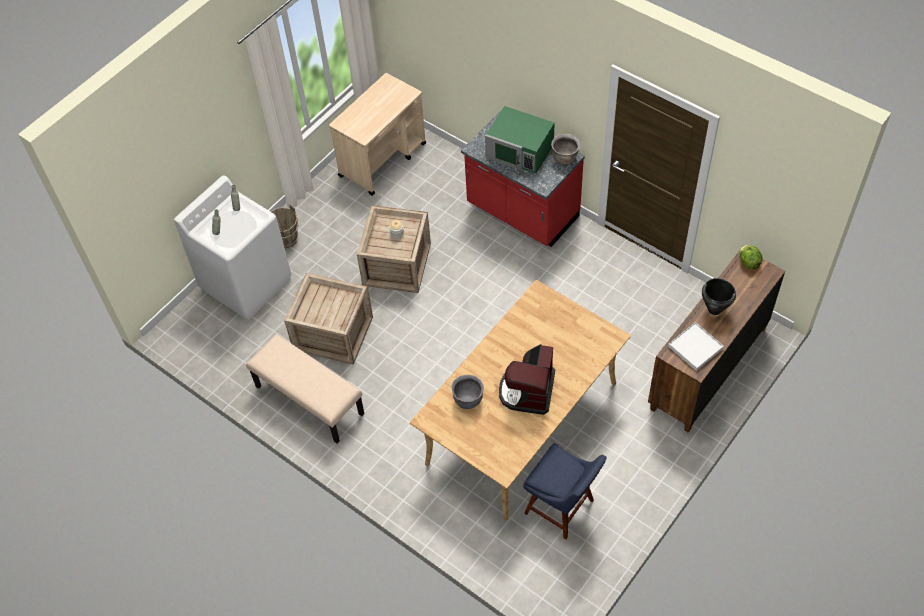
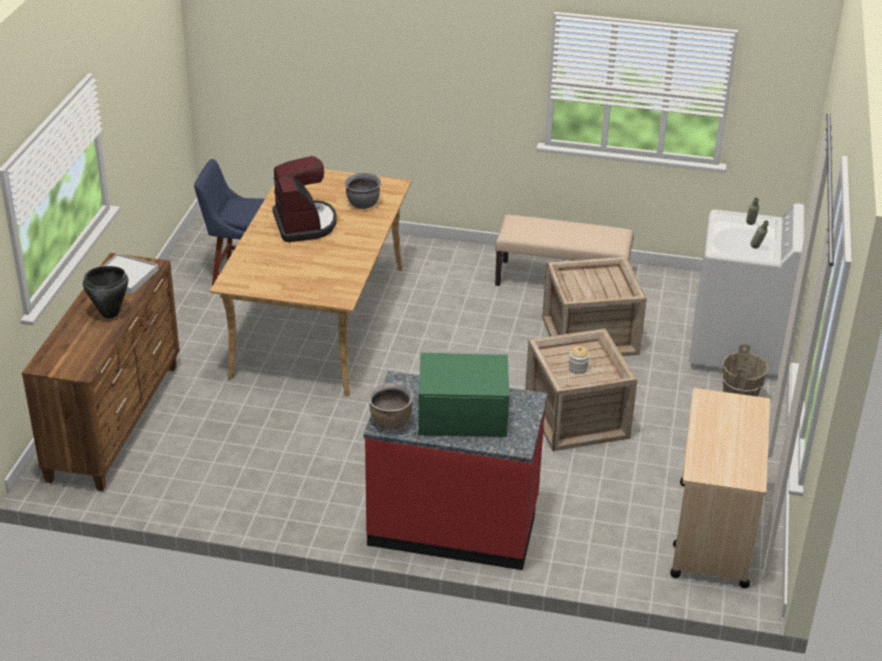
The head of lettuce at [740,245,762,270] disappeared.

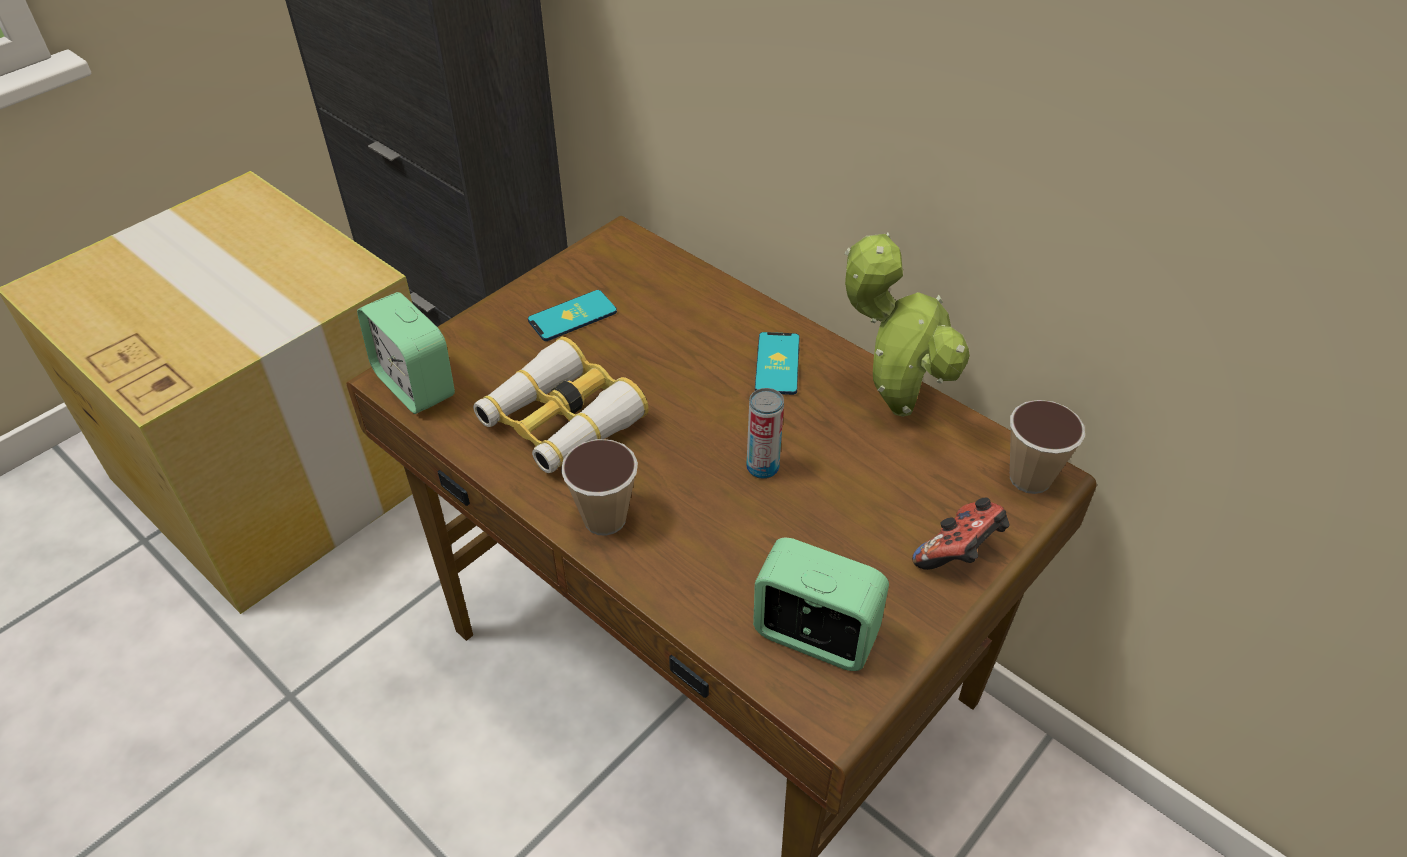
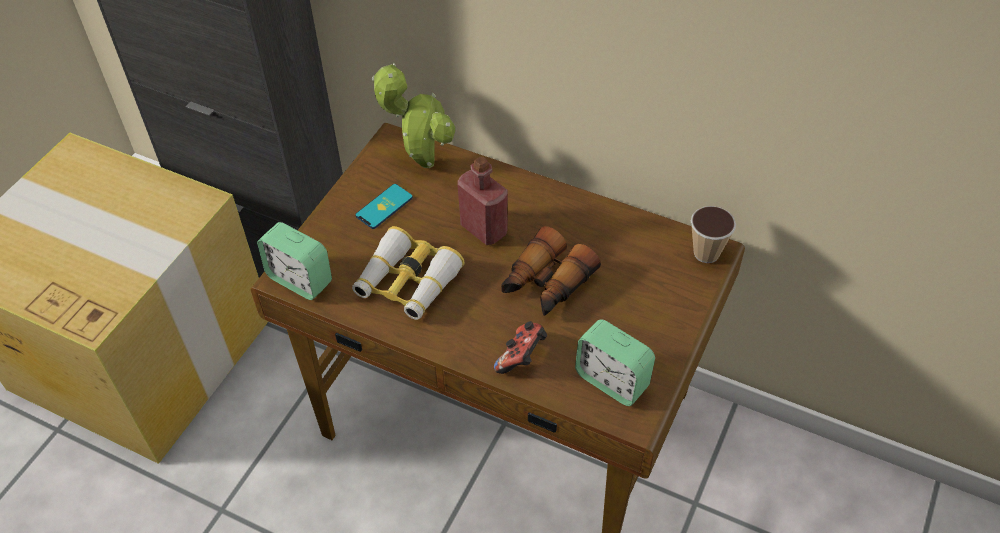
The small cup at [561,439,638,536] disappeared.
The handset at [755,332,800,395] disappeared.
The drink bottle/red at [457,157,508,245] appeared.
The plant in a pot moved from [844,233,970,417] to [371,63,455,168].
The joypad moved from [912,498,1009,570] to [494,321,547,374].
The metal can at [746,388,784,479] was replaced by the pair of binoculars at [501,226,601,316].
The bedside clock at [753,538,889,671] turned 150 degrees counterclockwise.

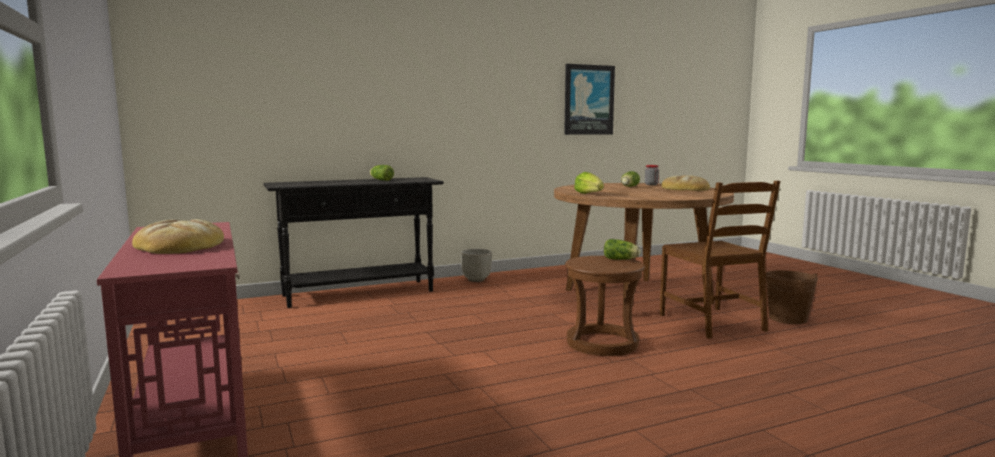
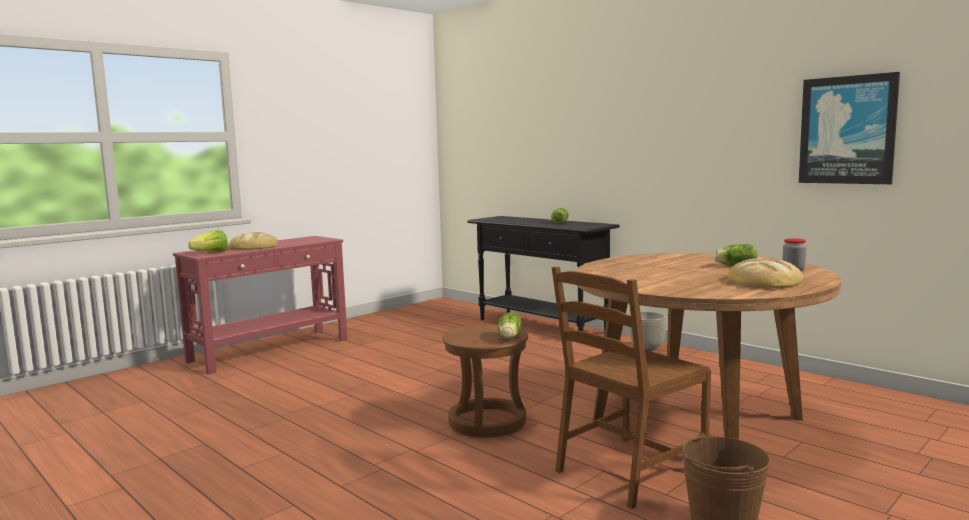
The head of lettuce moved from [574,172,604,194] to [188,230,228,252].

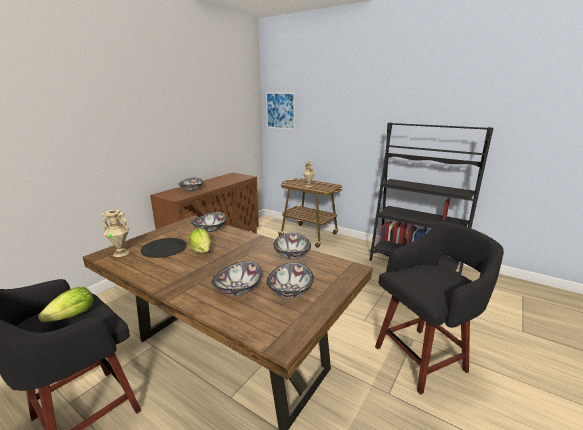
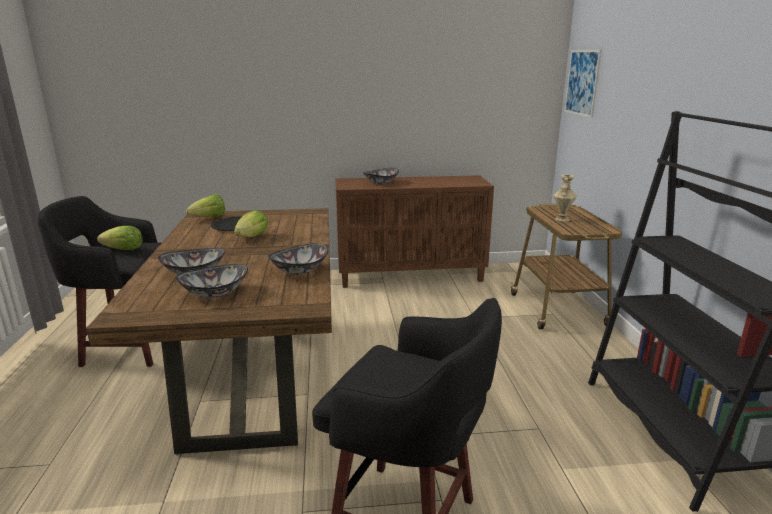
The bowl at [191,212,227,232] disappeared.
The decorative vase/sand-coloured at [101,209,130,257] was replaced by the head of lettuce at [186,194,225,217].

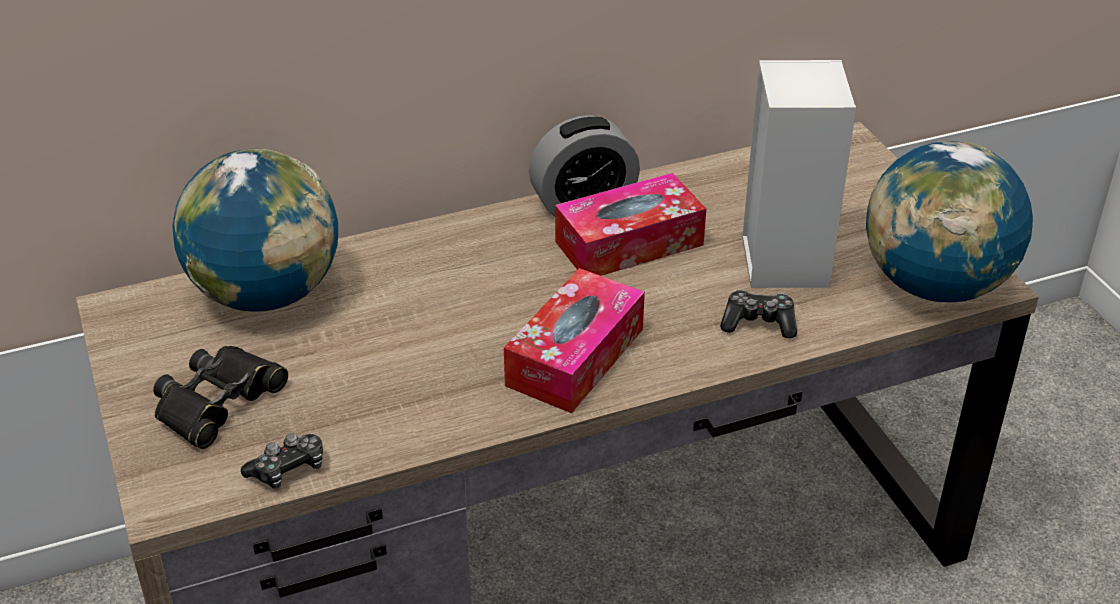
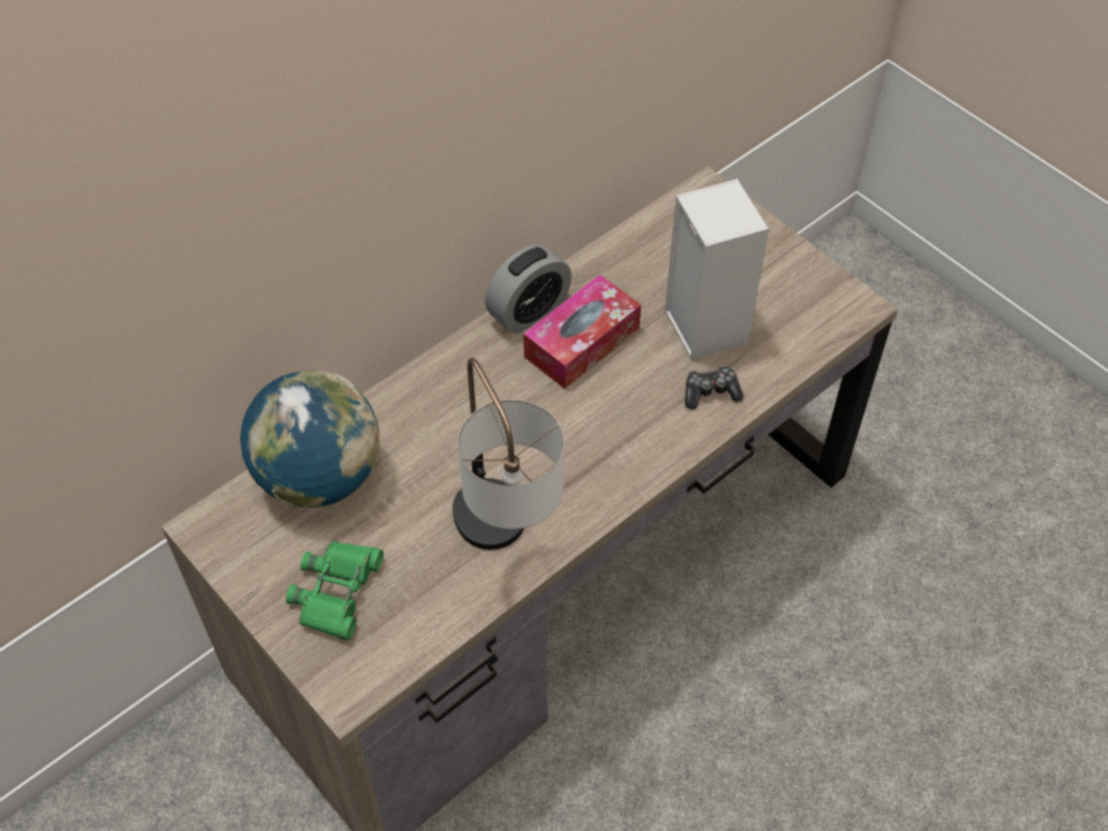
The joypad at [241,433,323,489] disappeared.
The tissue holder at [504,268,645,413] disappeared.
The globe at [866,141,1033,302] disappeared.
The tabletop lamp at [452,358,564,550] appeared.
The pair of binoculars/blackish at [153,346,288,449] became the pair of binoculars/green-coloured at [286,541,383,641].

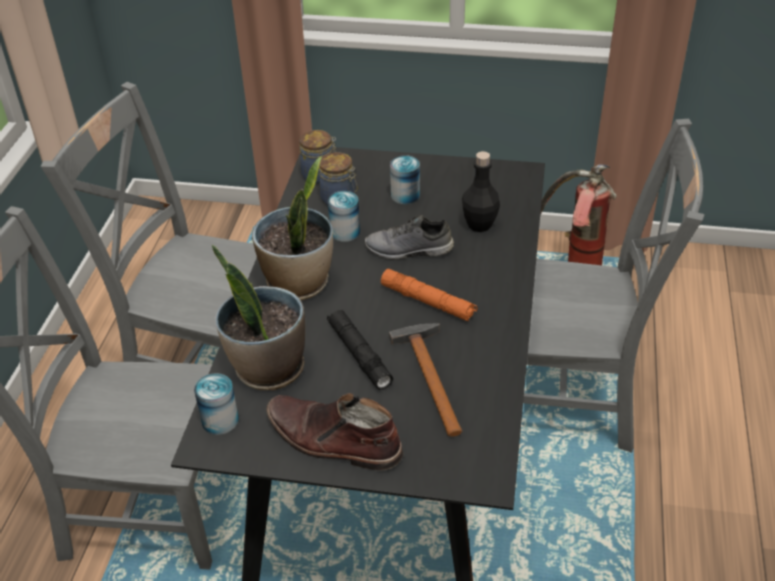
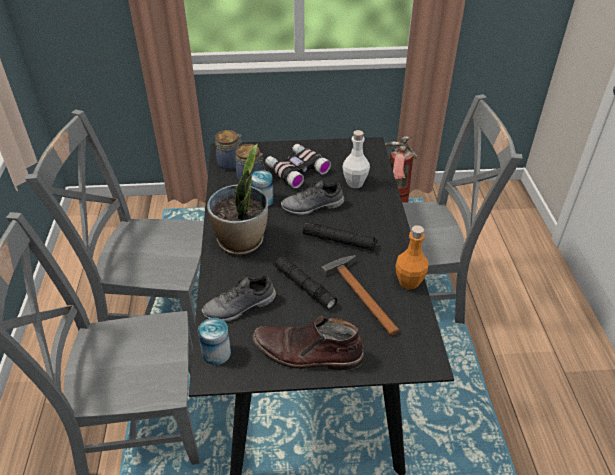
The drink bottle/orange at [395,225,429,290] appeared.
The plant in a pot at [211,245,305,391] was replaced by the shoe/greyish at [201,275,276,322].
The metal can at [390,155,420,205] was replaced by the pair of binoculars at [265,144,331,188].
The hand torch/orange at [381,269,478,321] became the hand torch/blackish at [303,222,378,251].
The drink bottle/blackish at [462,151,500,232] became the drink bottle/white-coloured at [342,130,370,188].

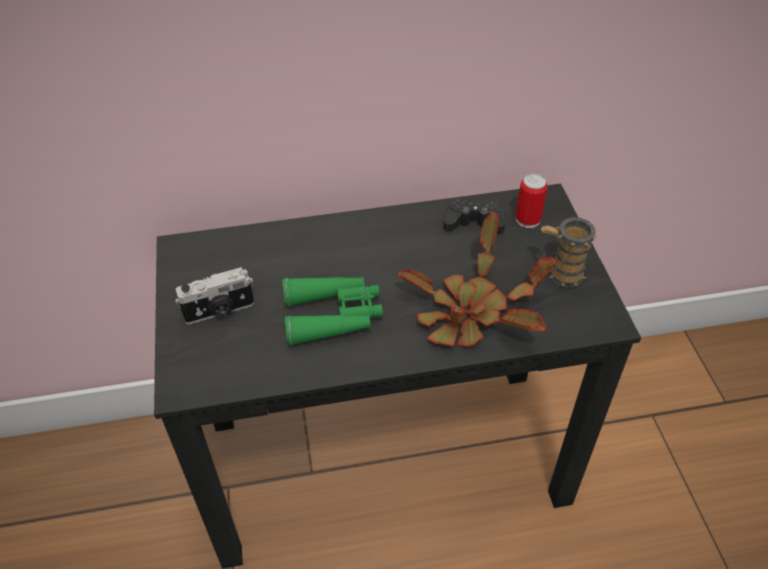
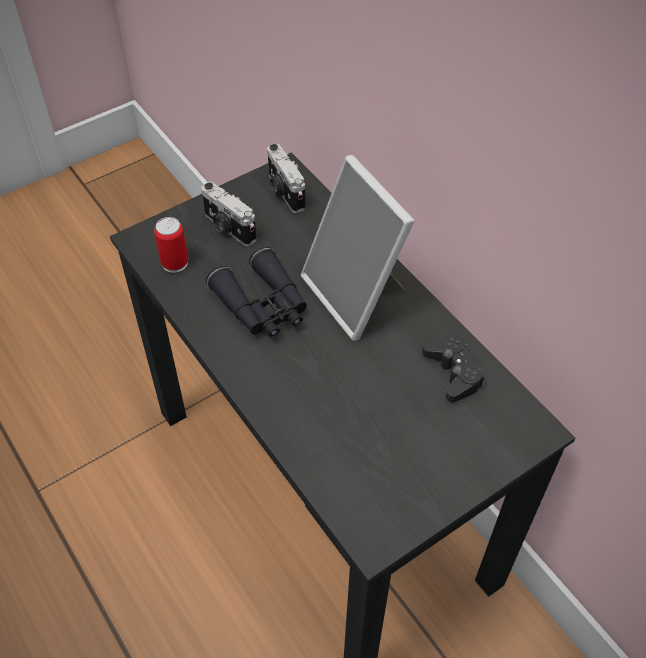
The plant in a pot at [398,212,556,347] disappeared.
The mug at [540,217,597,287] disappeared.
The still camera at [267,144,305,213] appeared.
The standing frame at [301,155,415,341] appeared.
The metal can moved from [516,174,548,228] to [154,217,188,273].
The pair of binoculars/green-coloured at [283,277,383,346] became the pair of binoculars/blackish at [206,246,307,338].

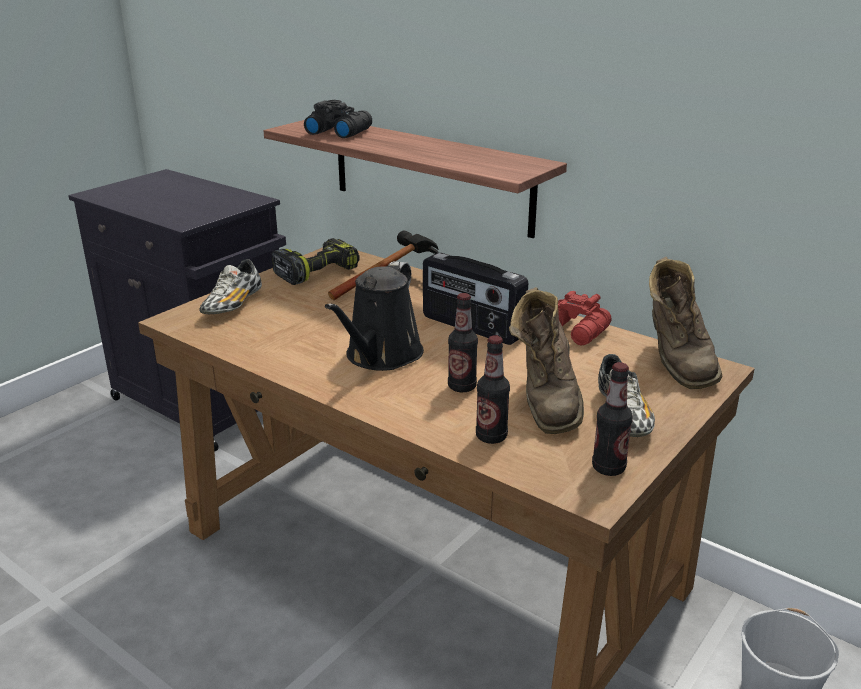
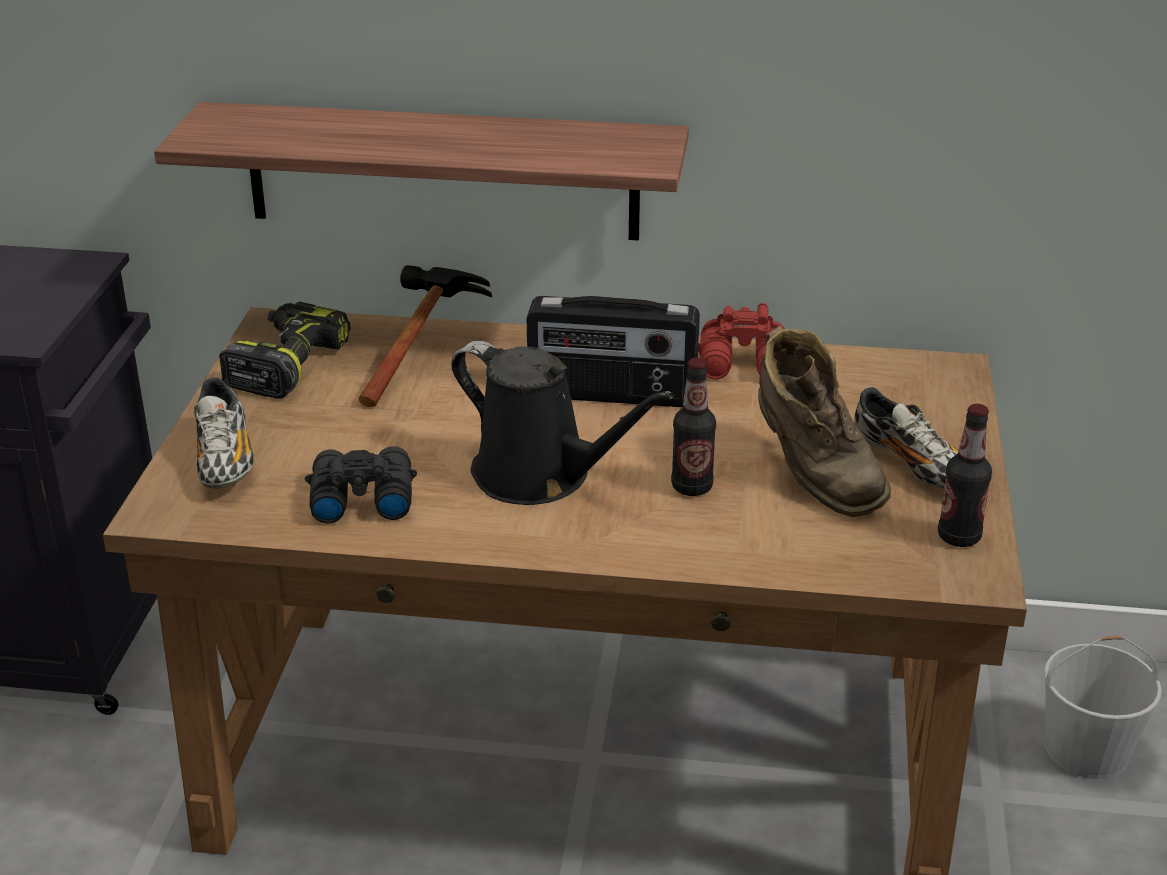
The drink bottle at [476,335,510,444] disappeared.
The tall boot/brown-coloured at [649,257,722,389] disappeared.
The pair of binoculars/blackish moved from [304,100,372,138] to [305,446,417,523].
The sprinkling can/blackish at [325,261,424,371] turned 45 degrees counterclockwise.

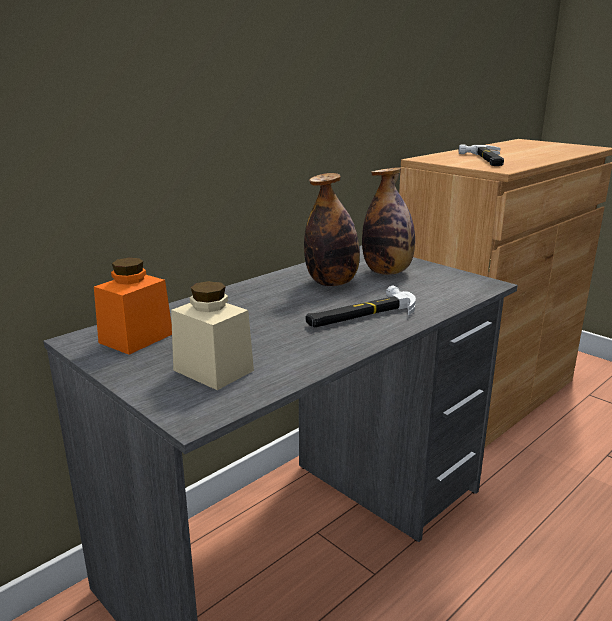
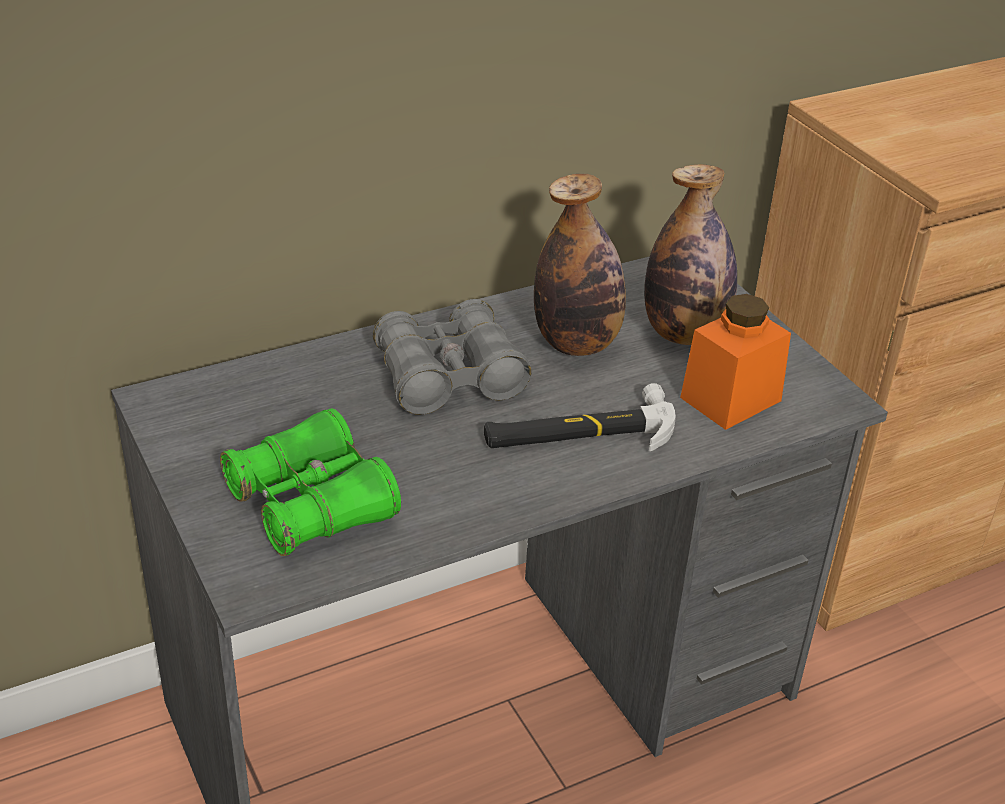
The hammer at [459,144,504,166] disappeared.
The pair of binoculars/greyish at [373,299,531,415] appeared.
The storage jar/orange moved from [94,258,172,355] to [680,294,791,430].
The storage jar/sand-coloured at [171,281,254,390] was replaced by the pair of binoculars/green-coloured at [220,408,401,556].

